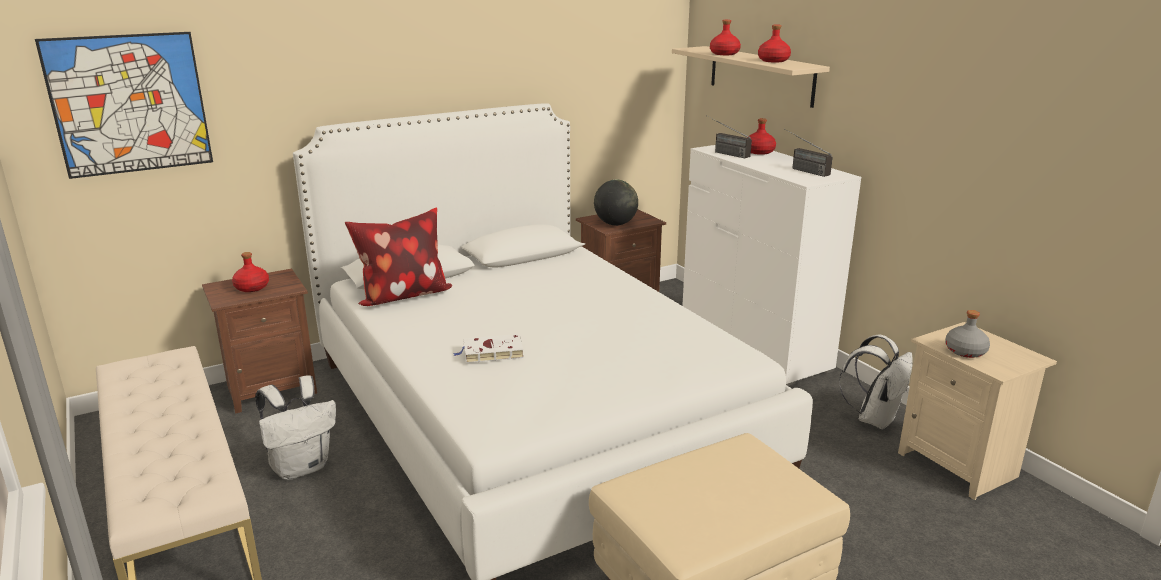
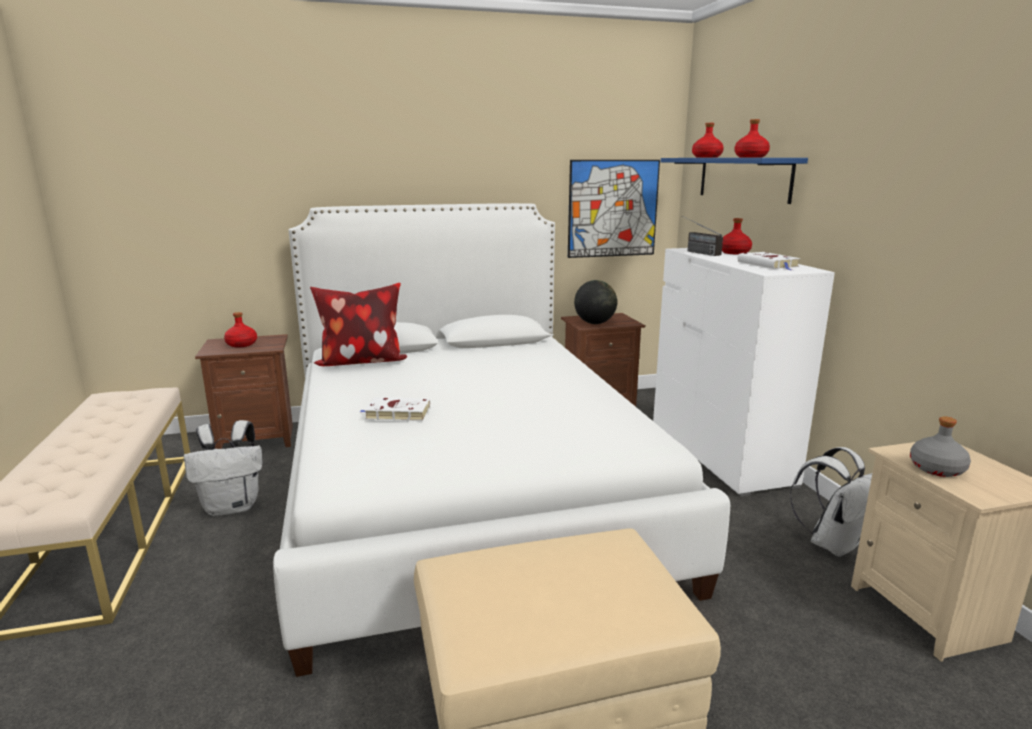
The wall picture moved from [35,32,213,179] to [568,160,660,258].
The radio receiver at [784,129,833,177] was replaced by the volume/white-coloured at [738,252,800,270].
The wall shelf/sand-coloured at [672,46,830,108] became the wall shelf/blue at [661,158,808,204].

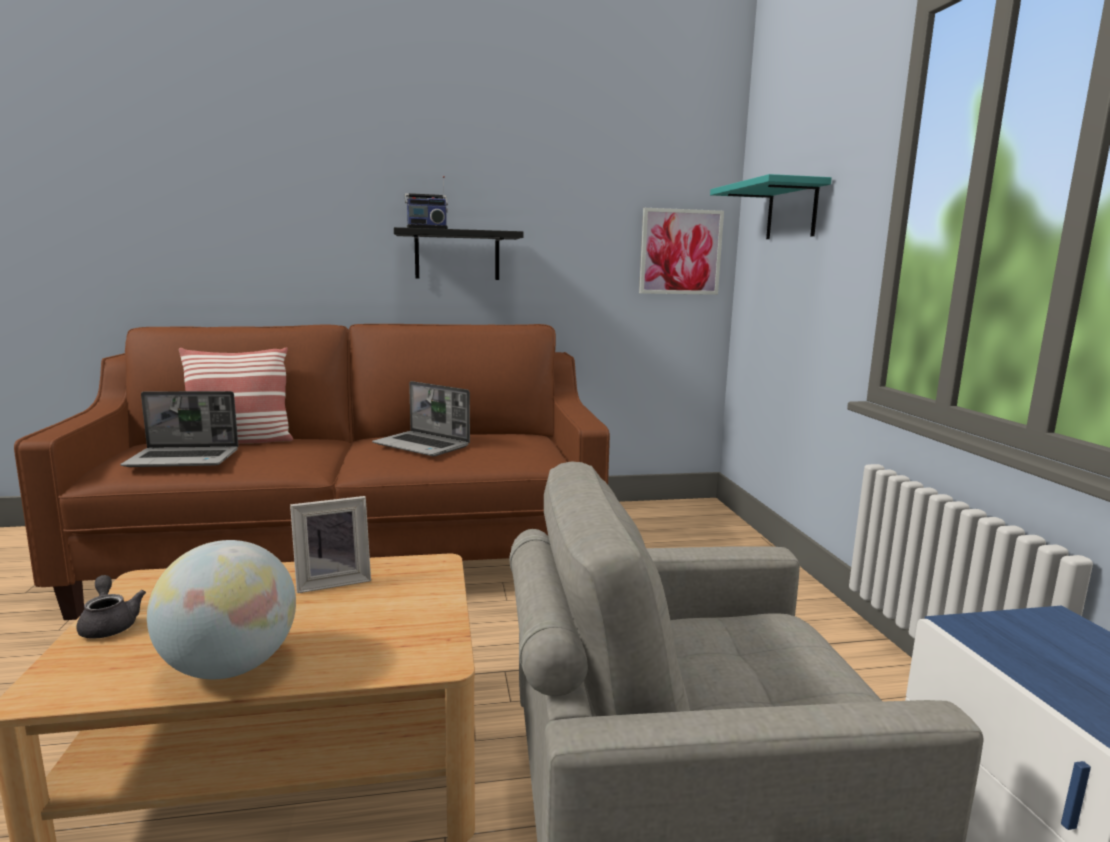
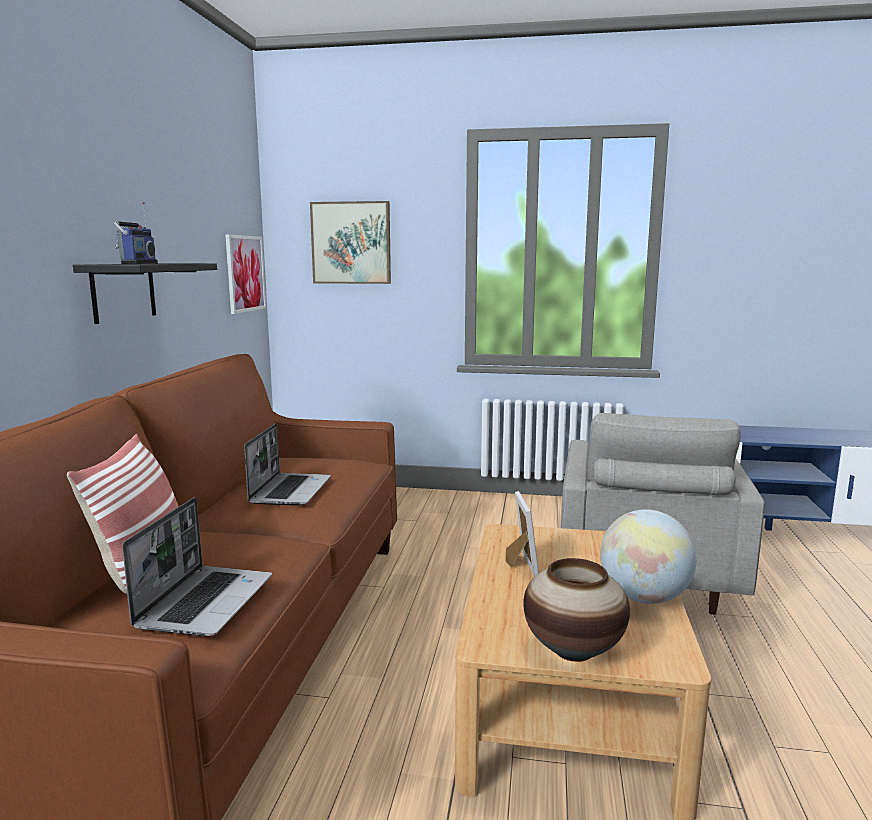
The teapot/greyish at [76,575,146,638] was replaced by the decorative vase at [523,558,630,662].
The wall shelf/turquoise at [710,174,832,239] was replaced by the wall picture at [310,201,391,284].
The laptop at [372,381,470,456] turned 45 degrees counterclockwise.

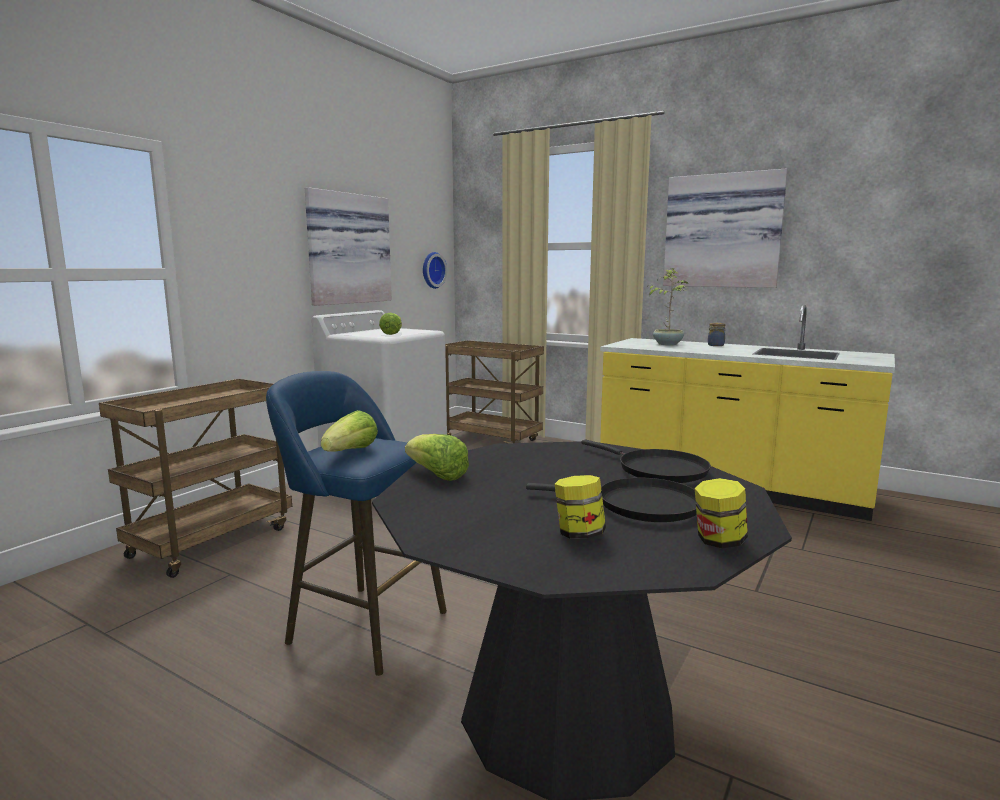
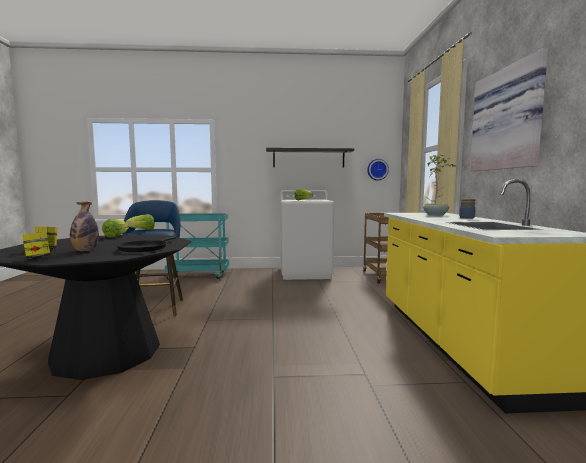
The wall picture at [305,187,392,306] was replaced by the wall shelf at [266,148,354,168].
The pan/blackish at [526,478,697,522] was replaced by the drink bottle at [70,202,99,251].
The cart/brown-coloured at [99,379,292,578] became the cart/turquoise at [165,213,229,280].

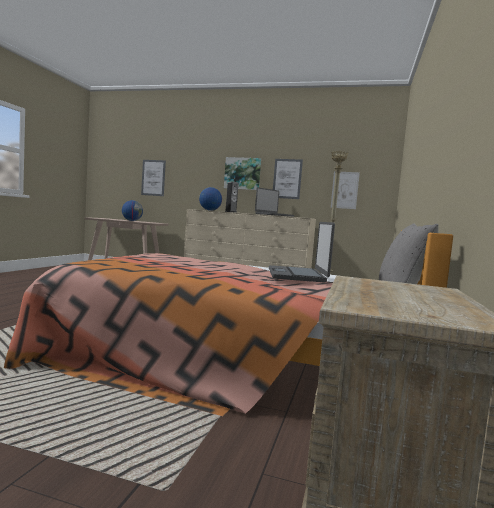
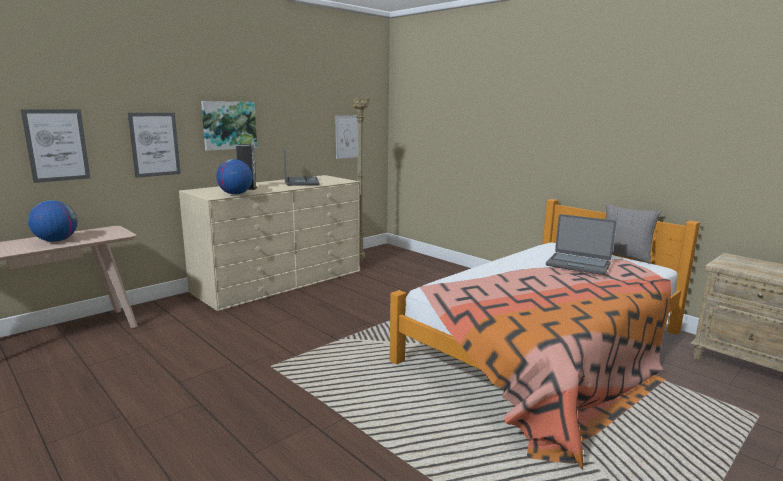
The wall picture moved from [273,159,303,199] to [128,113,181,178].

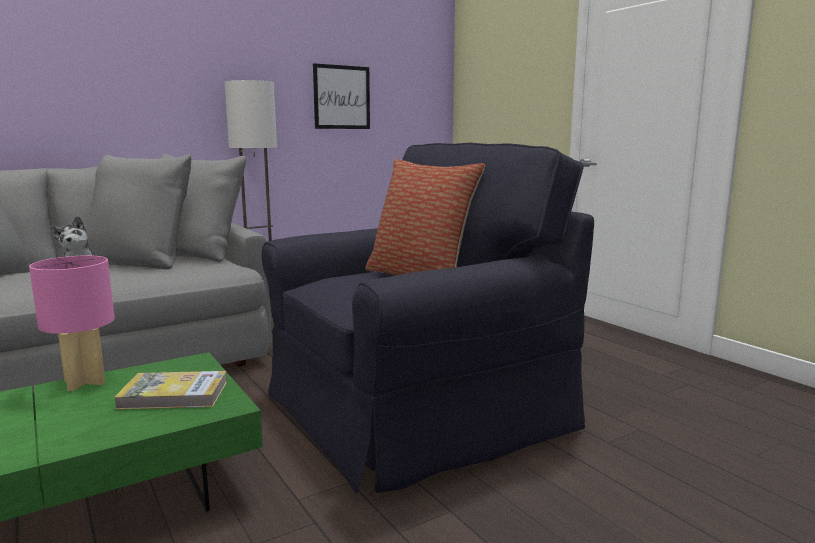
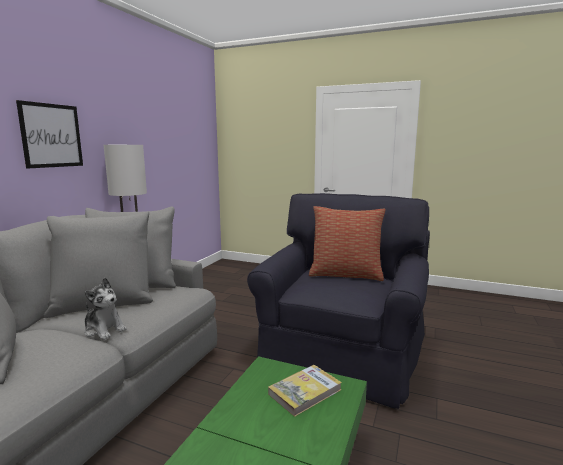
The tabletop lamp/pink-coloured at [29,255,115,391] disappeared.
The wall picture moved from [313,63,370,129] to [16,100,83,169].

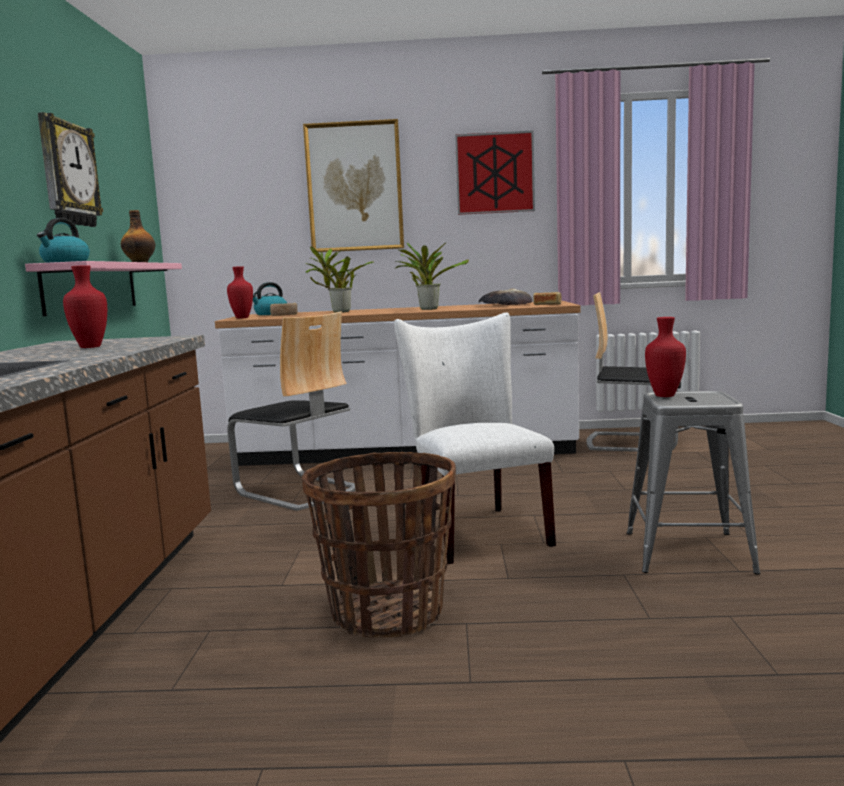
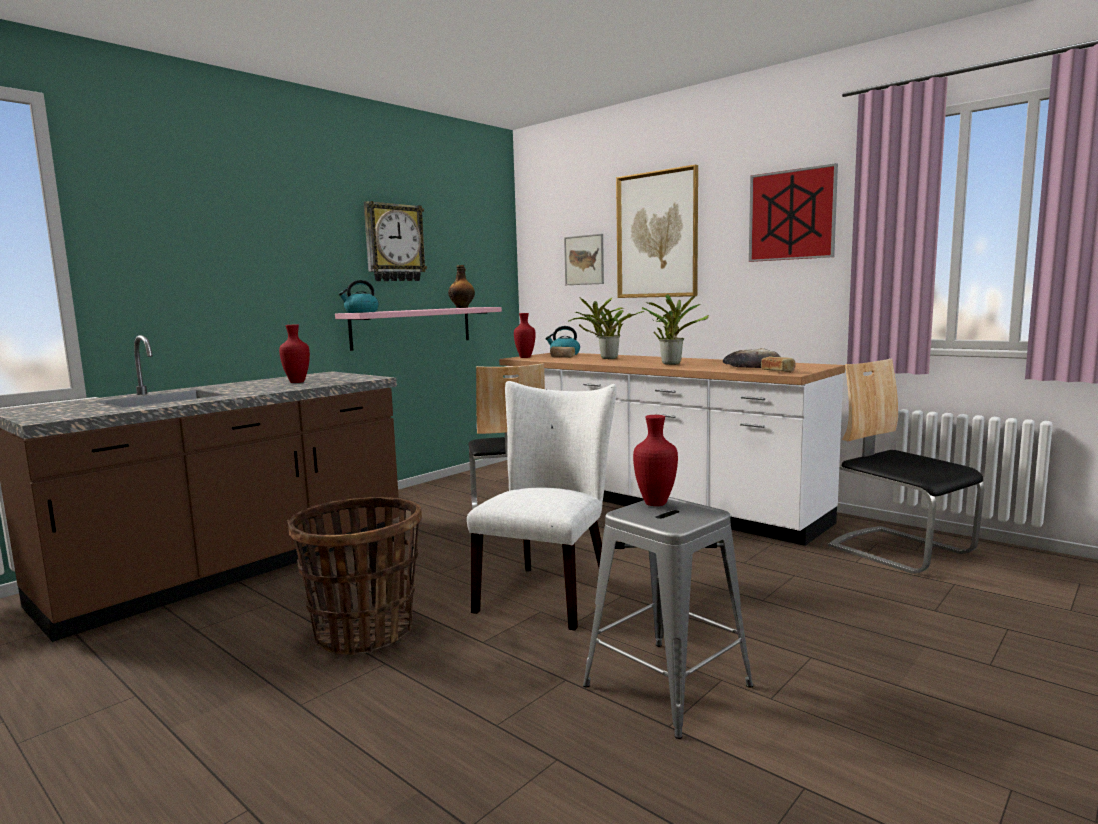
The wall picture at [564,234,604,285] appeared.

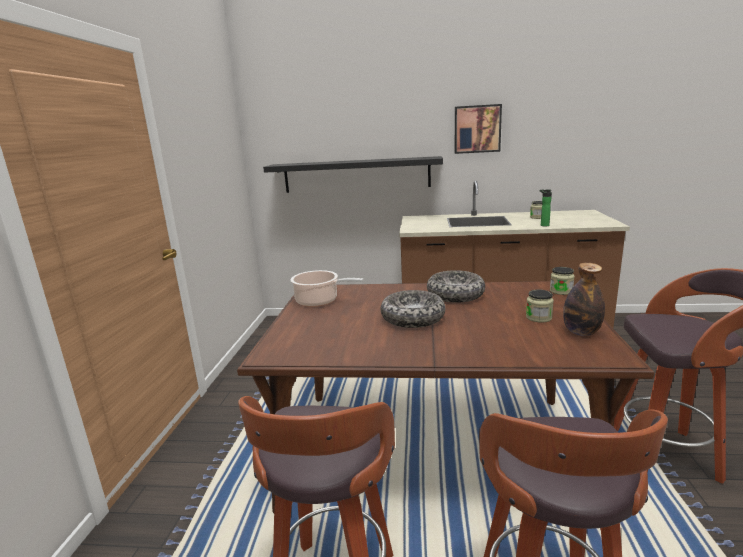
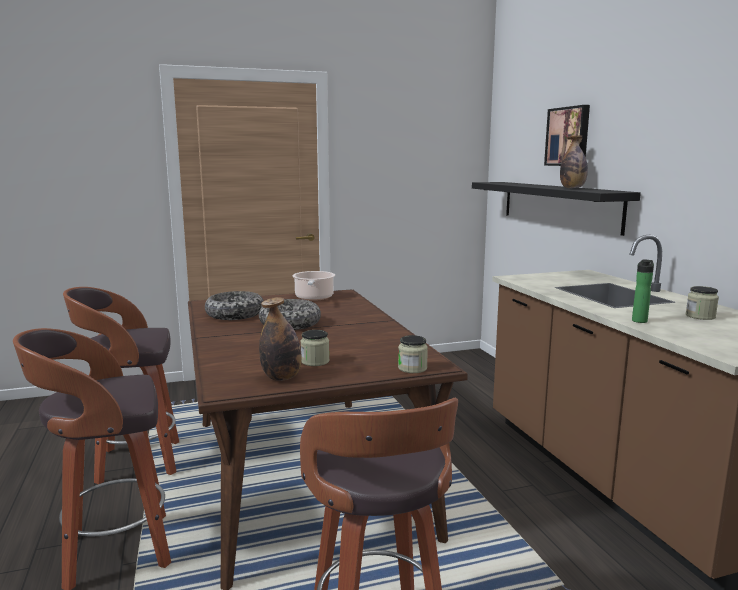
The drink bottle at [560,135,588,188] appeared.
The bowl moved from [427,270,485,303] to [205,291,264,320].
The wall picture moved from [455,104,502,154] to [544,105,590,166].

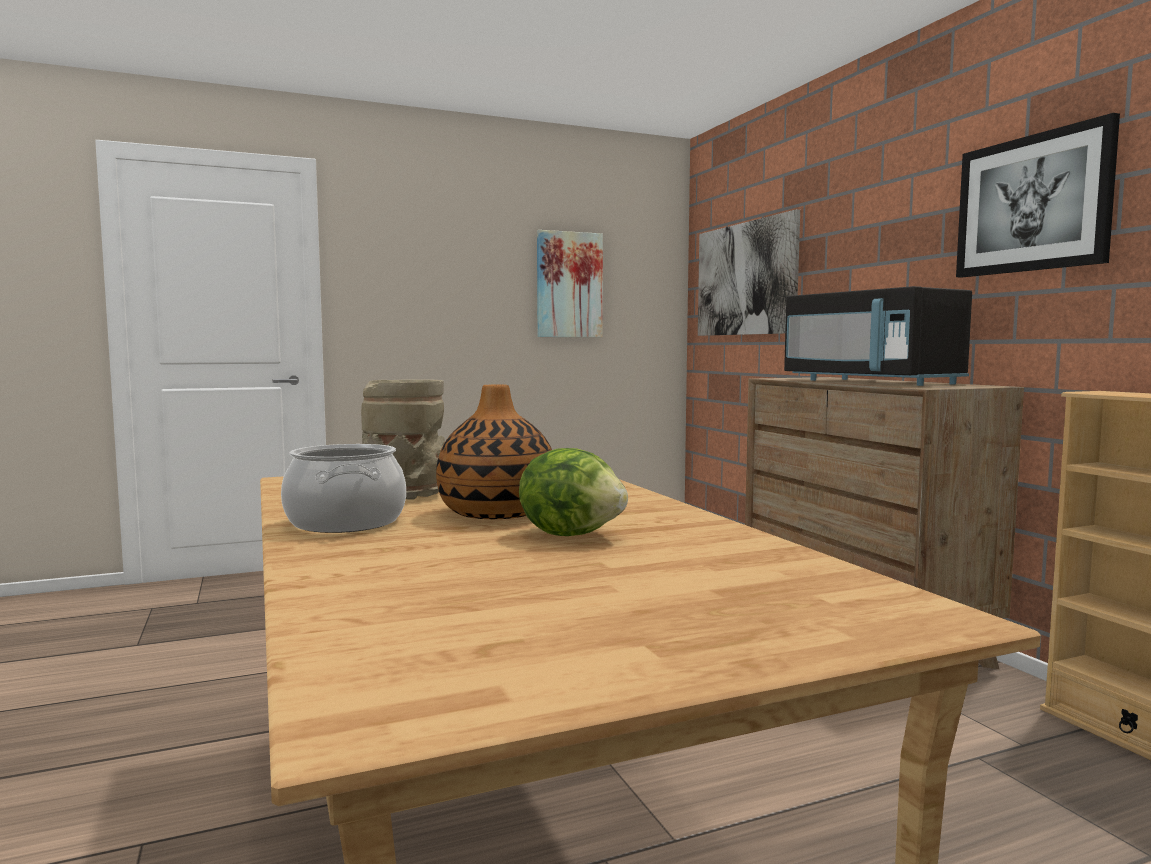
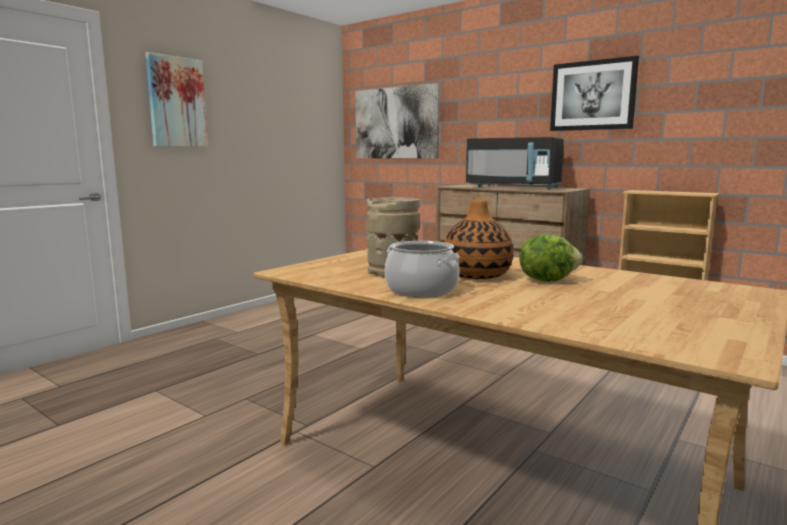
The wall picture moved from [537,230,603,337] to [146,52,208,147].

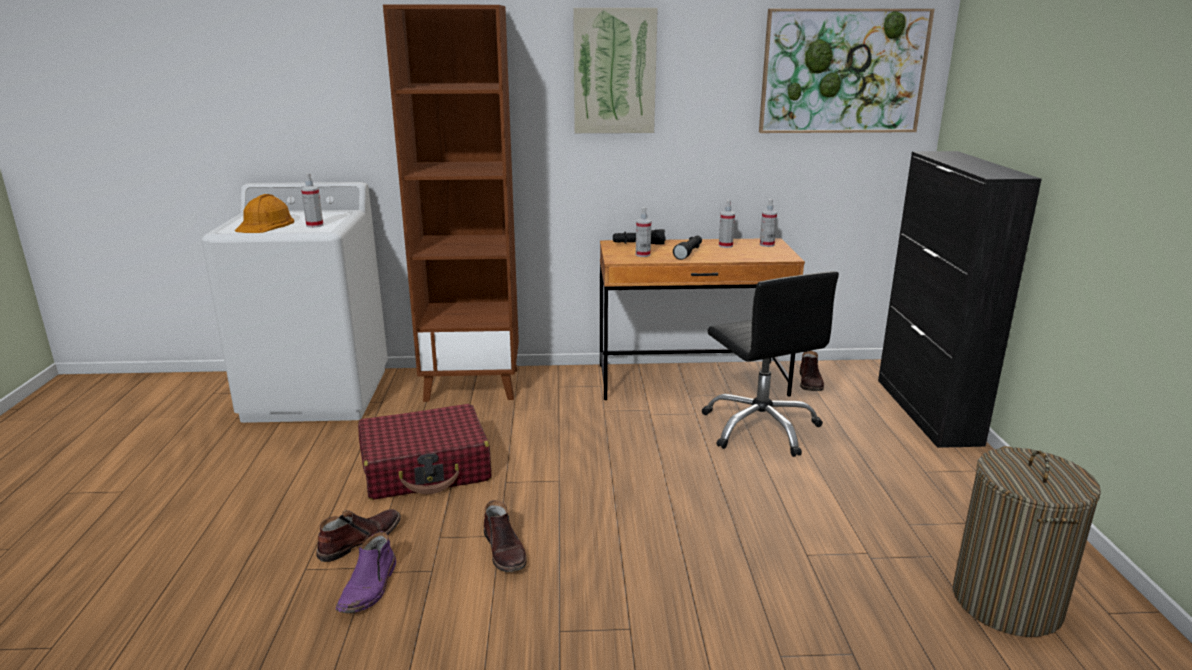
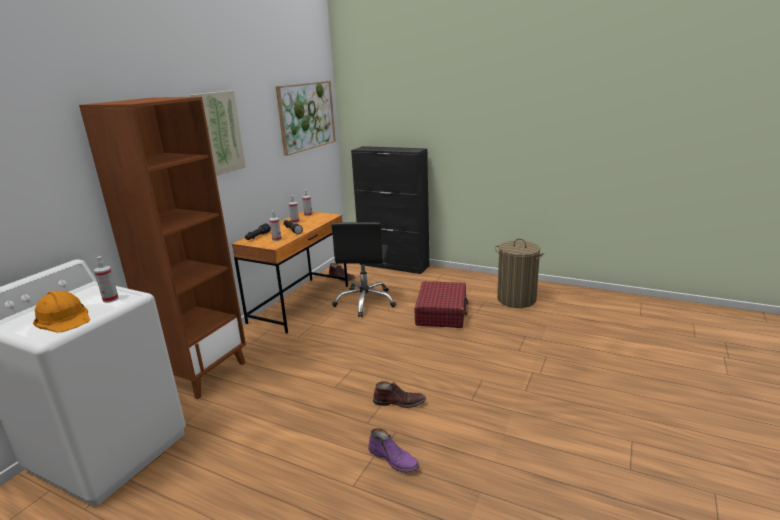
The tall boot/brown-coloured at [316,509,401,562] disappeared.
The travel case/red moved from [358,404,492,500] to [415,281,469,328].
The office chair/blackish at [702,271,839,457] turned 90 degrees clockwise.

